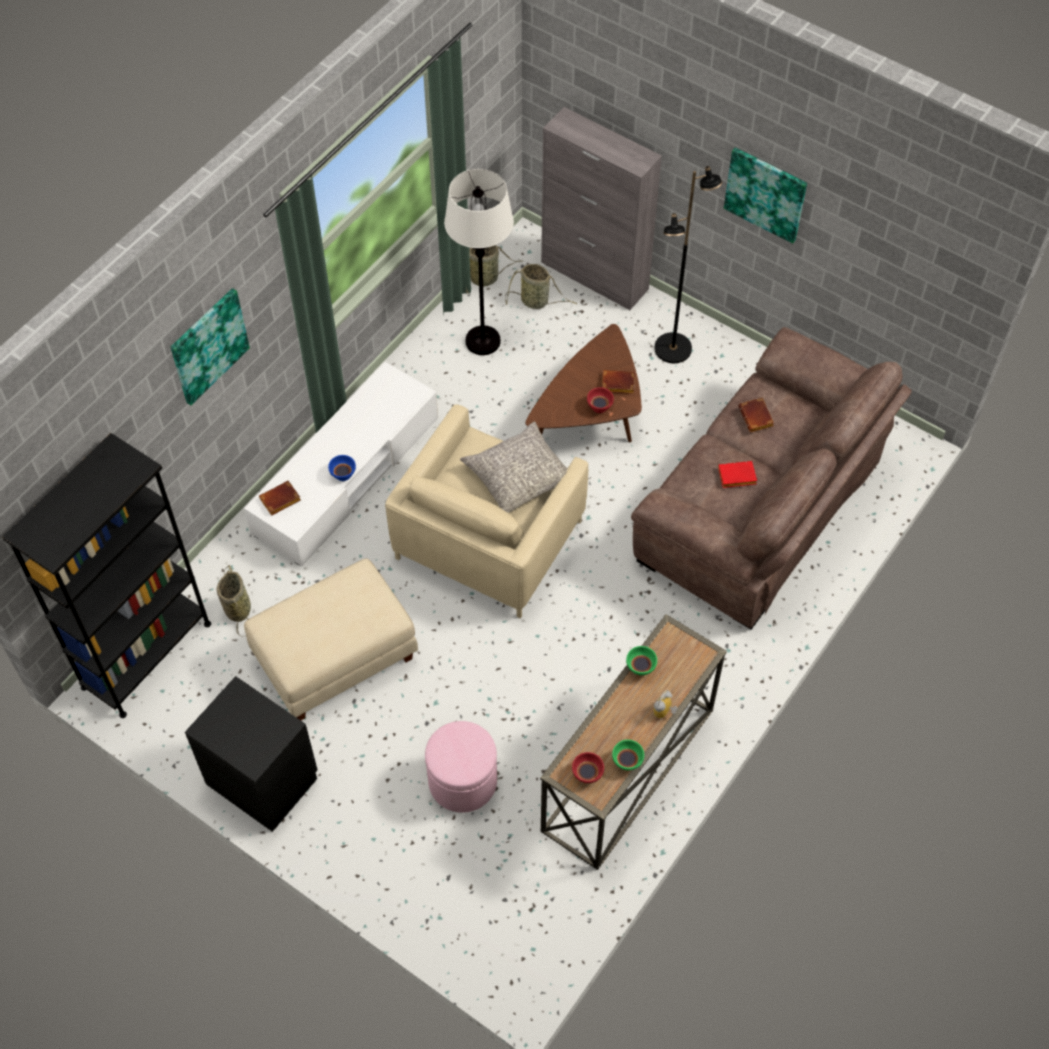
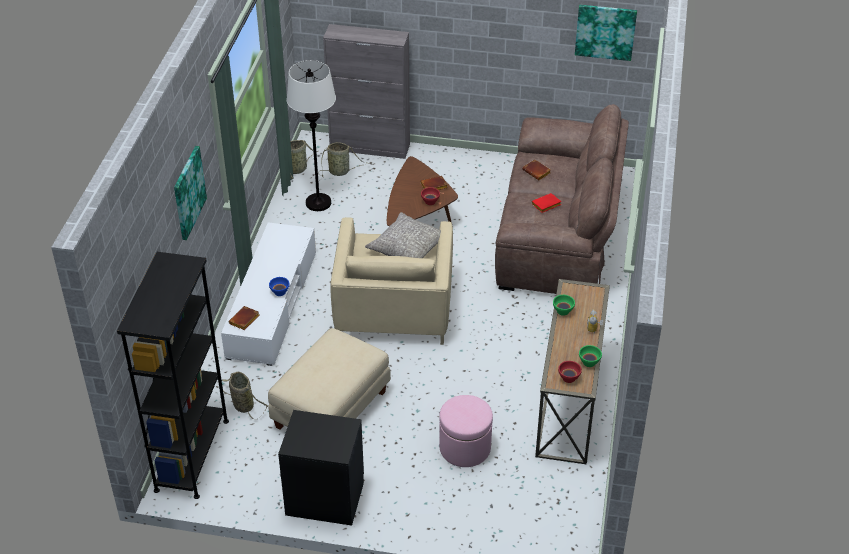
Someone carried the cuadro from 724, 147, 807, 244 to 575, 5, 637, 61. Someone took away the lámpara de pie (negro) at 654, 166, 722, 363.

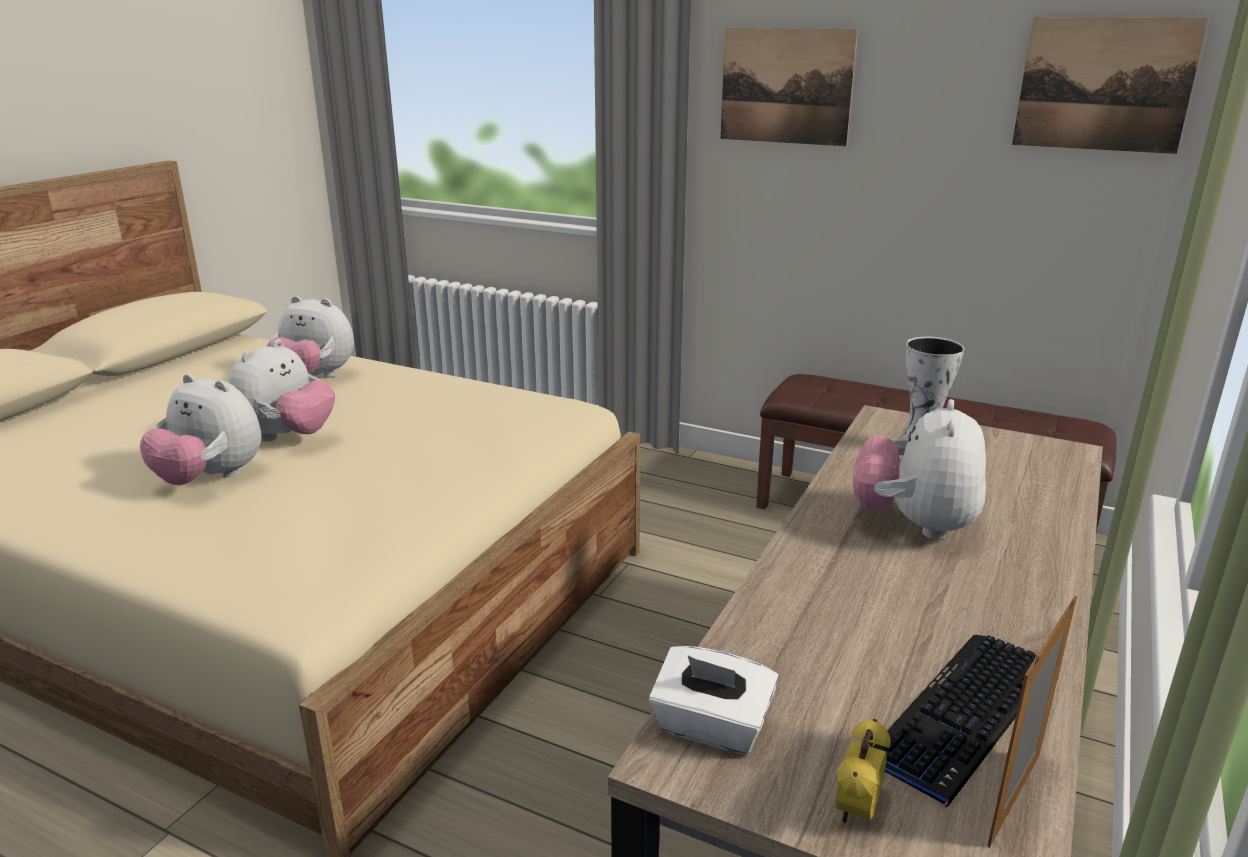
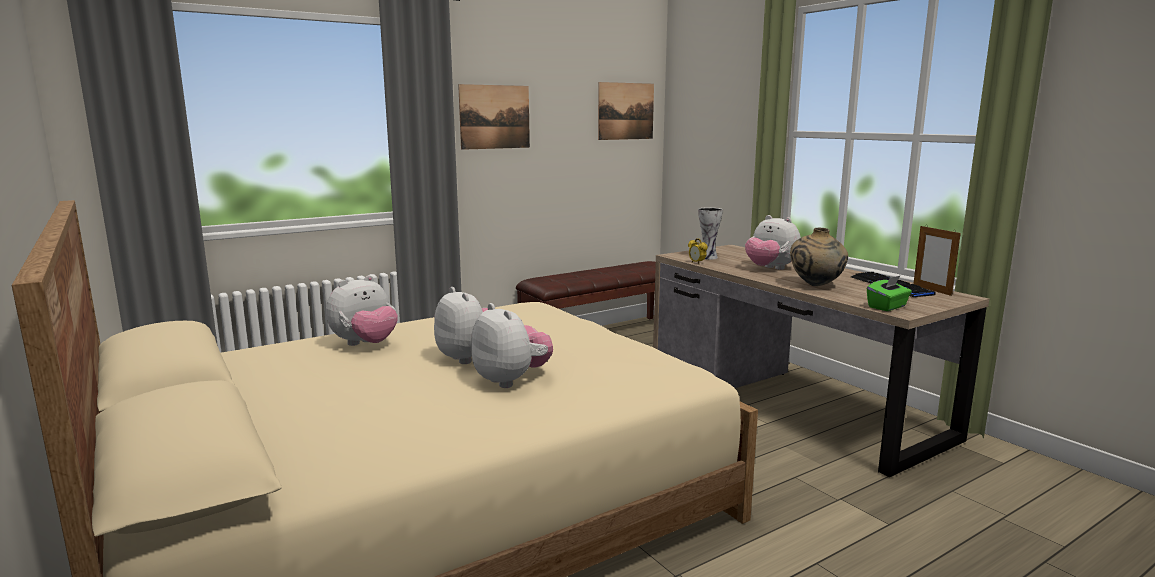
Someone rotated the peluche at 140, 374, 261, 485 by 90 degrees counterclockwise. Someone carried the despertador from 836, 719, 891, 823 to 688, 238, 708, 264. Someone put down the florero (beis) at 790, 228, 848, 286. Someone repainted the caja de pañuelos (blanco) at 649, 646, 779, 755, which became the caja de pañuelos (verde) at 867, 275, 912, 311.

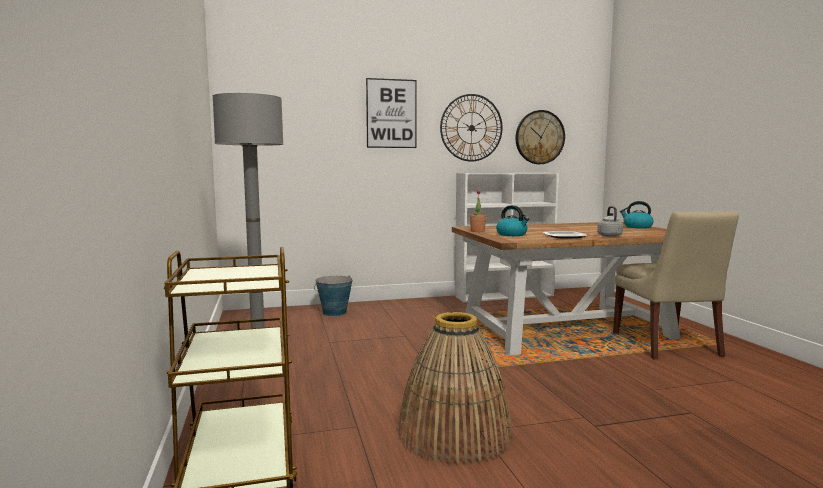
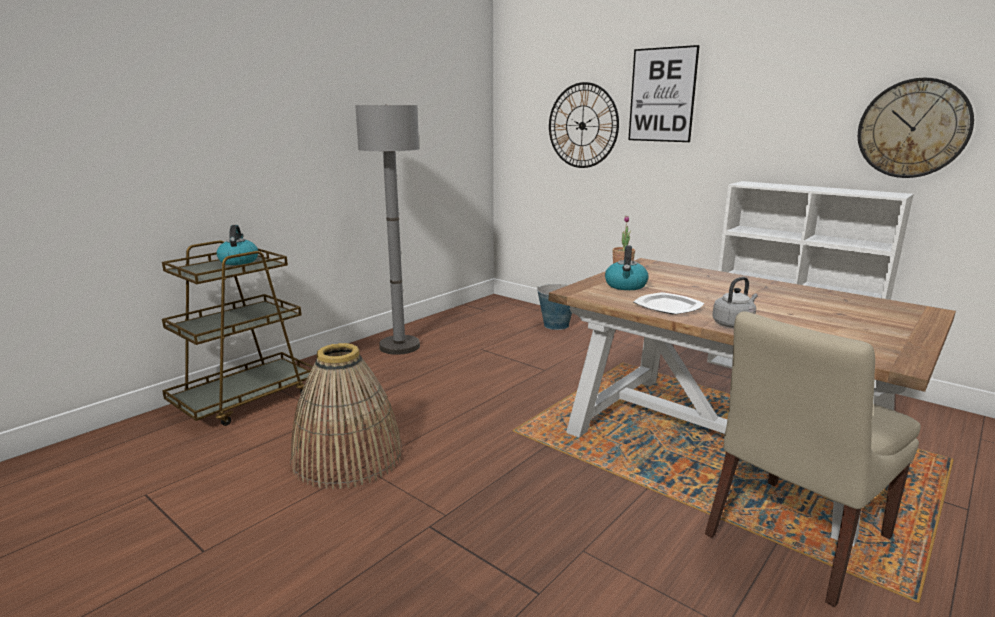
Someone carried the hervidor from 620, 201, 653, 229 to 217, 225, 258, 265. Someone carried the reloj de pared from 440, 94, 503, 162 to 549, 82, 619, 168.

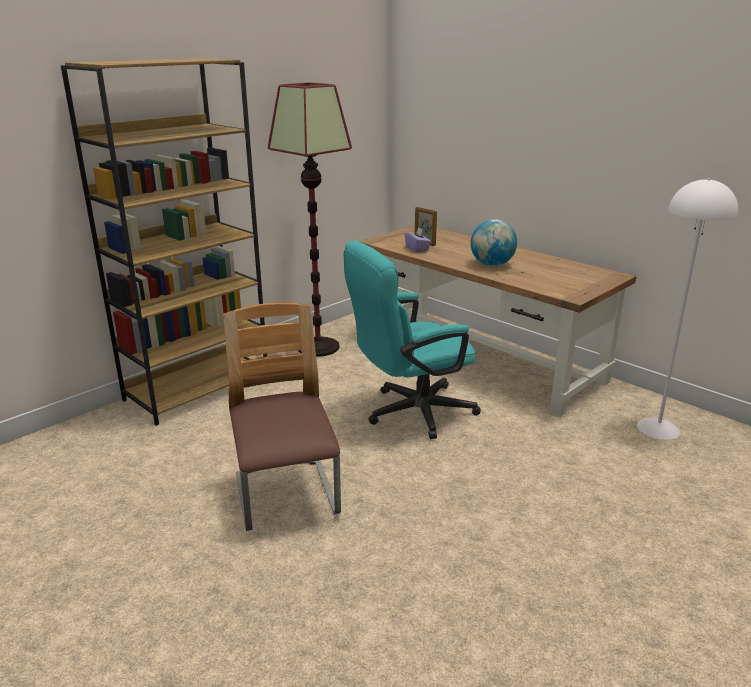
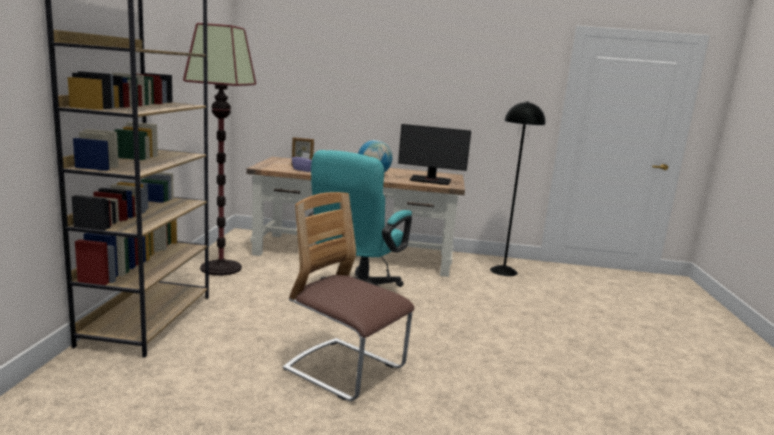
Someone put down the monitor at 398, 124, 471, 185. Someone repainted the lámpara de pie (blanco) at 637, 178, 738, 440, which became the lámpara de pie (negro) at 490, 101, 545, 276.

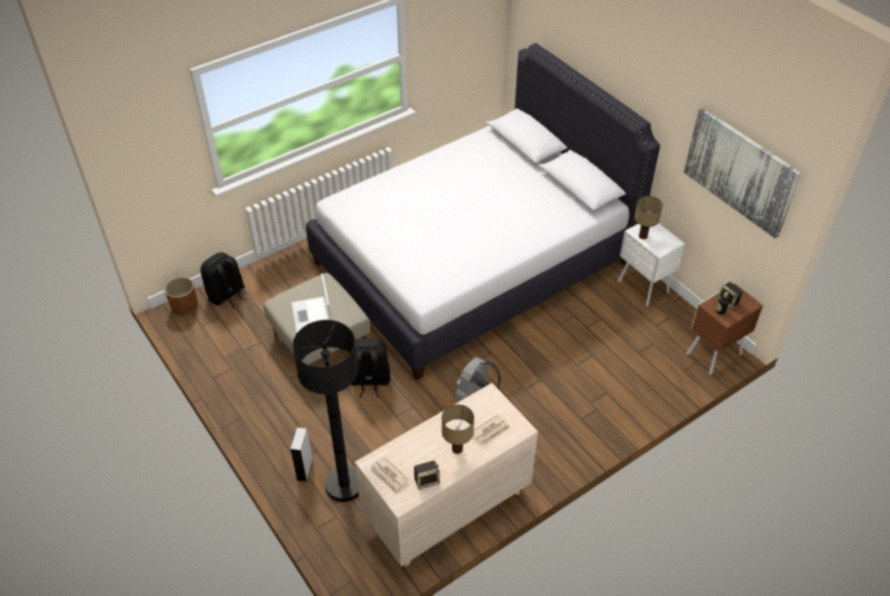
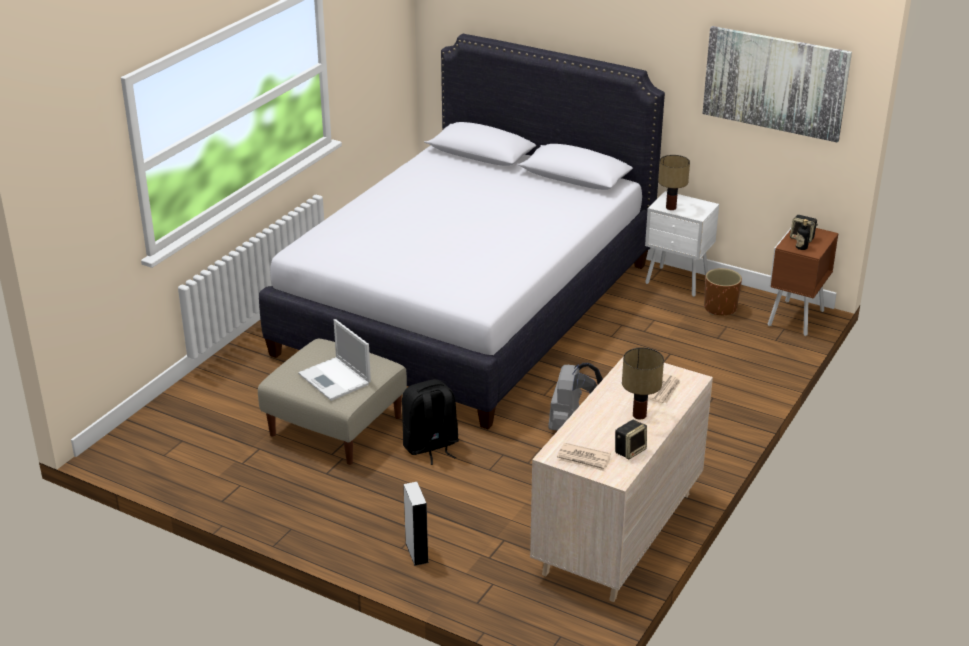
Someone carried the maceta (marrón) from 164, 277, 198, 316 to 704, 268, 742, 315. Someone took away the mochila (negro) at 200, 252, 247, 309. Someone took away the lámpara de pie (negro) at 293, 320, 359, 502.

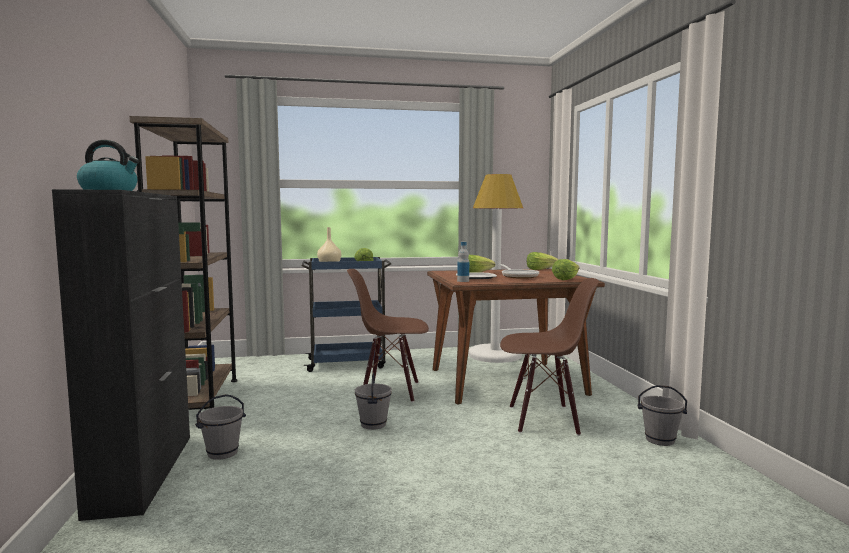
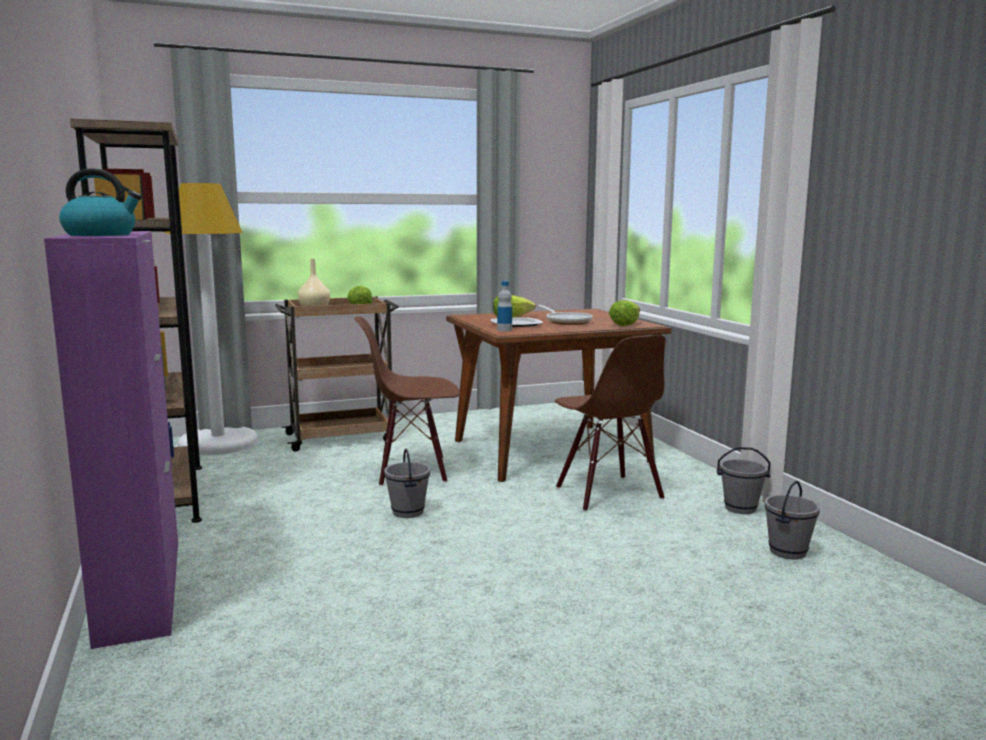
Someone repainted the armario (negro) at 52, 189, 190, 521, which became the armario (morado) at 44, 231, 178, 649. Someone carried the lámpara de pie (blanco) from 469, 174, 523, 363 to 165, 183, 258, 455. Someone repainted the carrito (azul) at 301, 257, 391, 372, which became the carrito (marrón) at 275, 296, 399, 452. Someone rotated the silla (marrón) at 500, 278, 599, 436 by 75 degrees clockwise. Someone carried the cubo (gris) from 195, 394, 246, 460 to 765, 481, 820, 559. Someone took away the lechuga at 527, 252, 559, 270.

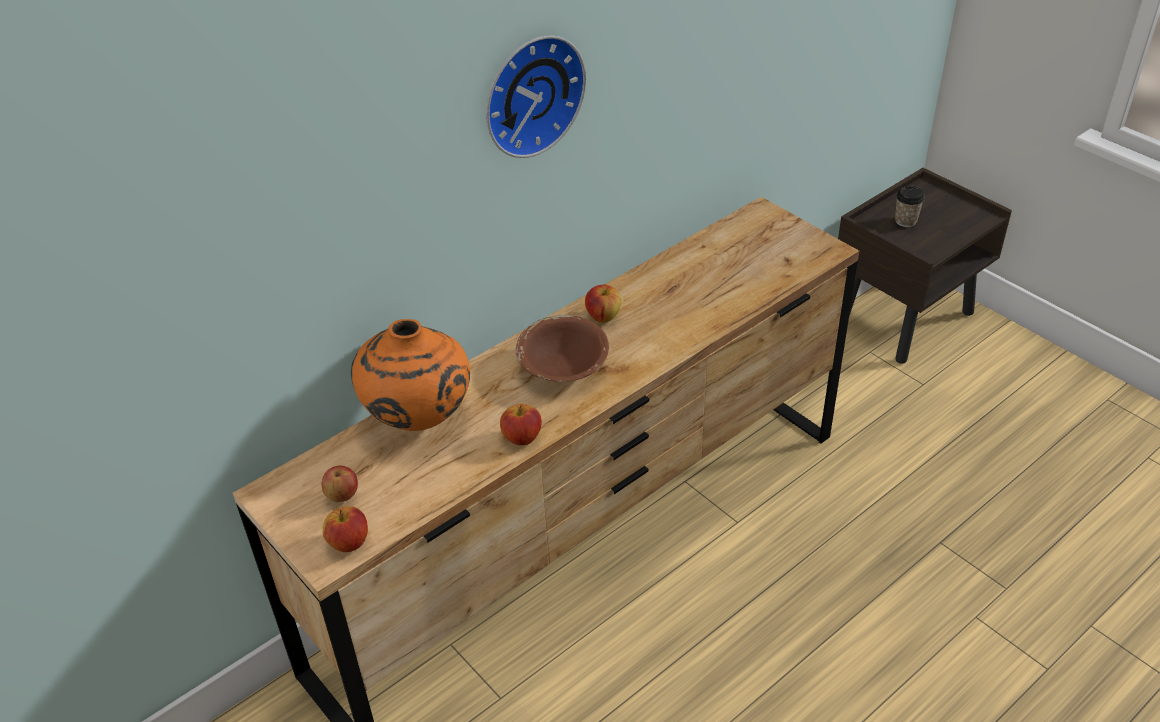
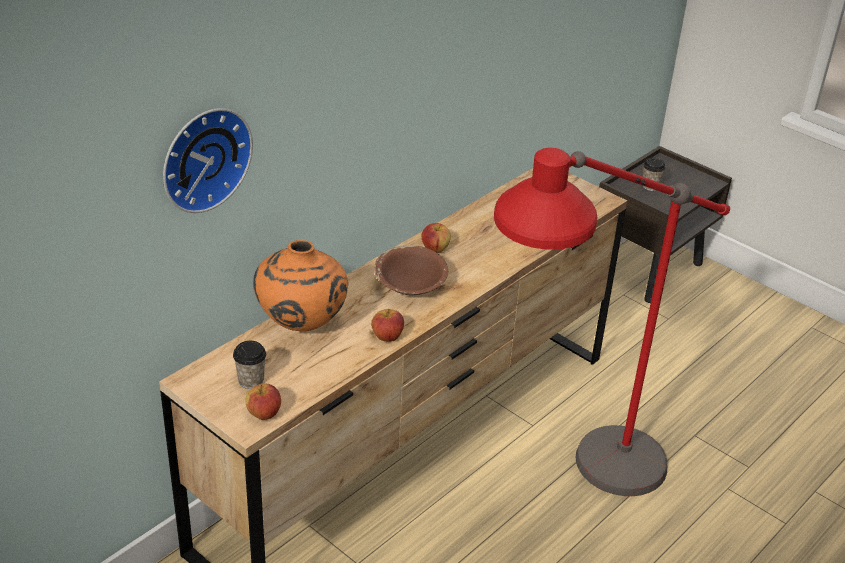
Someone carried the reloj de pared from 486, 35, 586, 158 to 163, 108, 253, 213. Someone swapped the manzana at 322, 466, 358, 502 for the taza at 233, 341, 266, 389. Someone put down the lámpara de pie (rojo) at 494, 147, 730, 496.

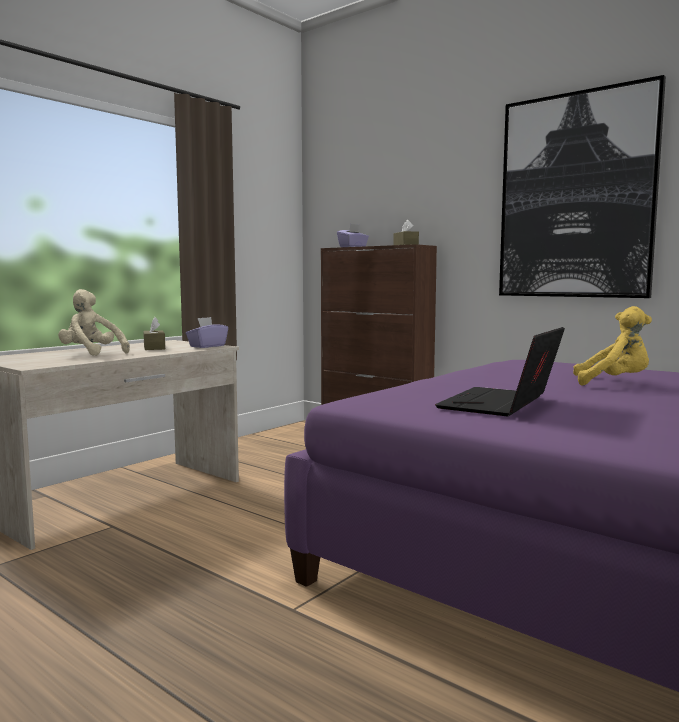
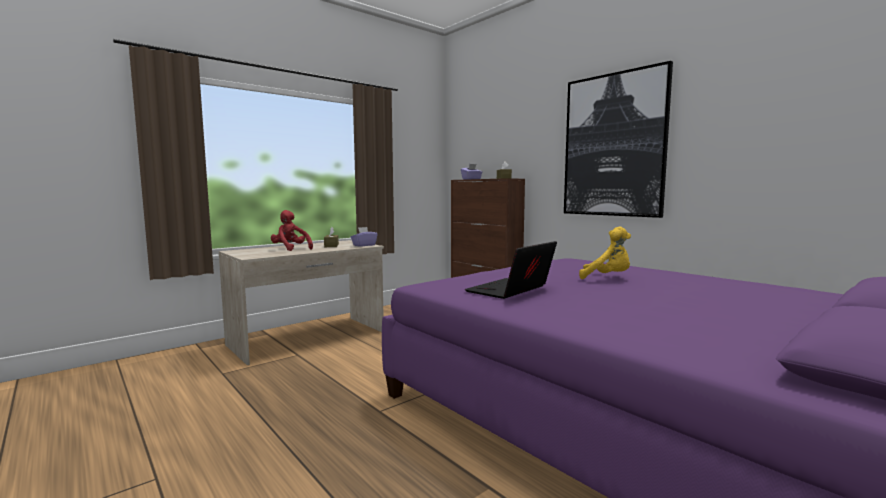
Someone repainted the peluche (beis) at 58, 289, 130, 356, which became the peluche (rojo) at 271, 210, 313, 251.

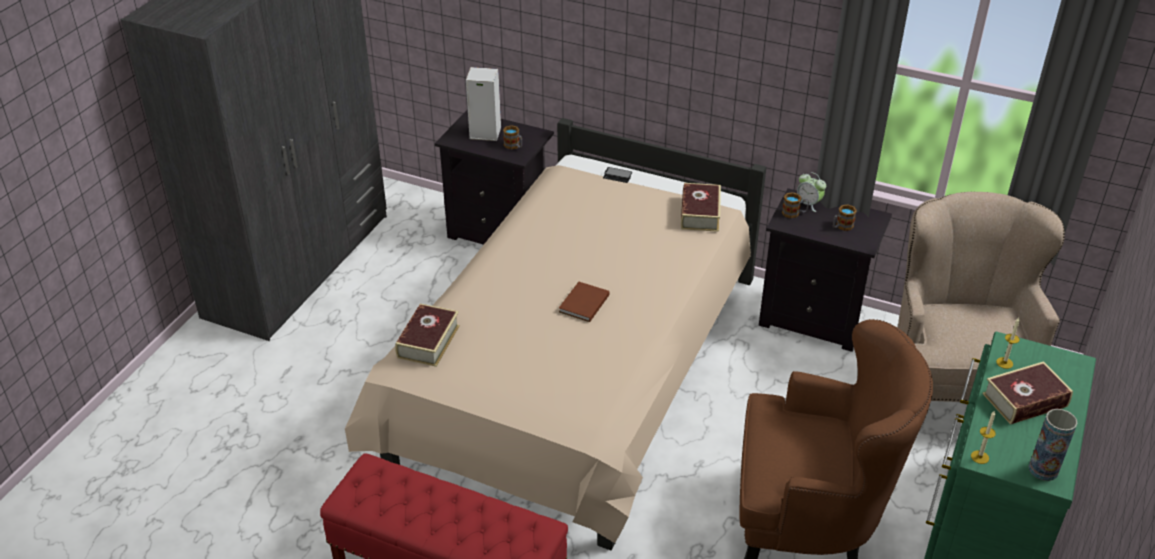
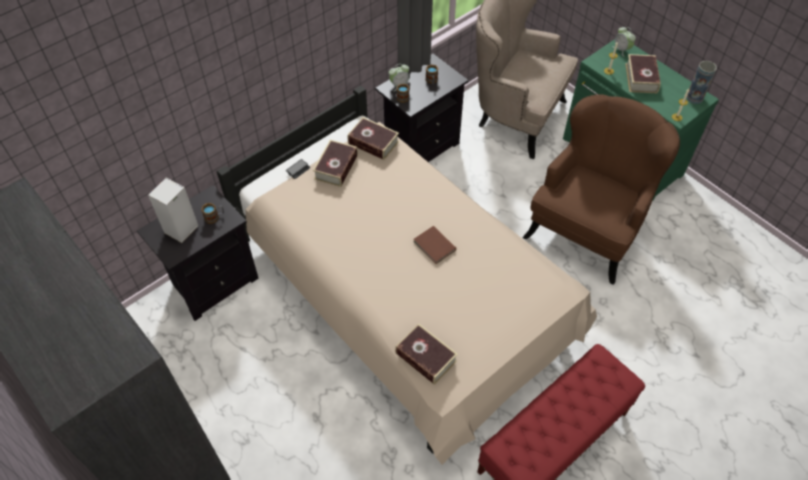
Someone put down the libro at 313, 140, 358, 187. Someone put down the despertador at 612, 27, 636, 57.

